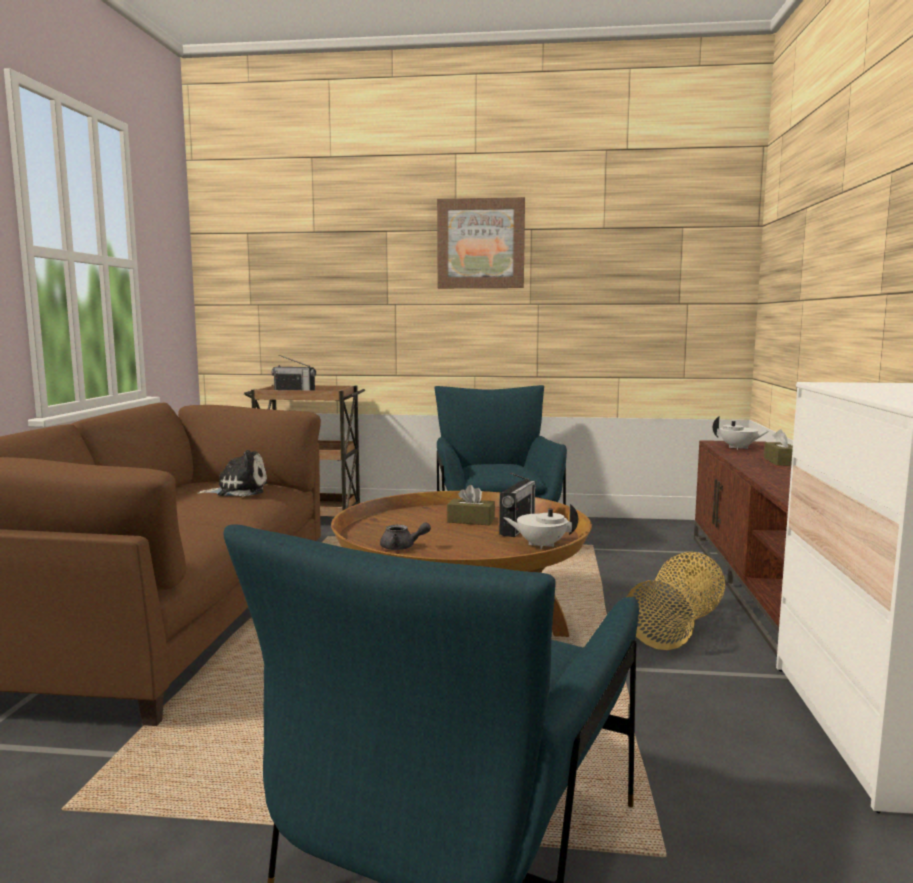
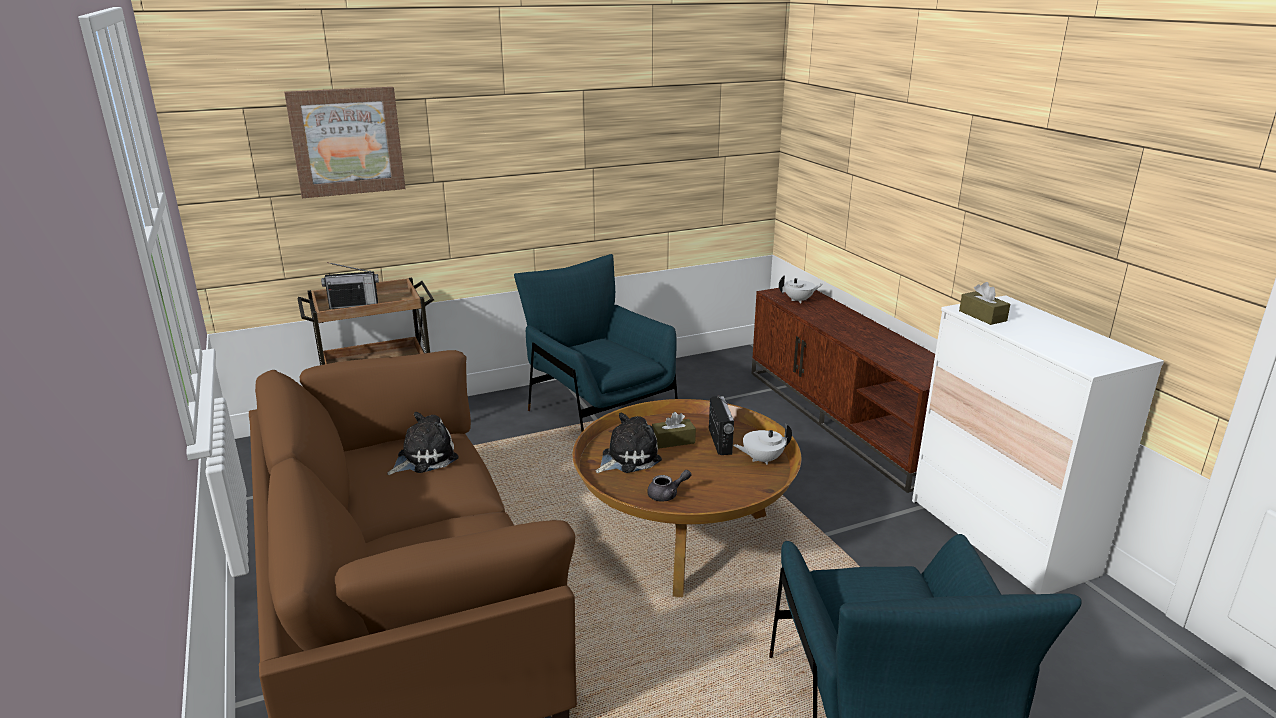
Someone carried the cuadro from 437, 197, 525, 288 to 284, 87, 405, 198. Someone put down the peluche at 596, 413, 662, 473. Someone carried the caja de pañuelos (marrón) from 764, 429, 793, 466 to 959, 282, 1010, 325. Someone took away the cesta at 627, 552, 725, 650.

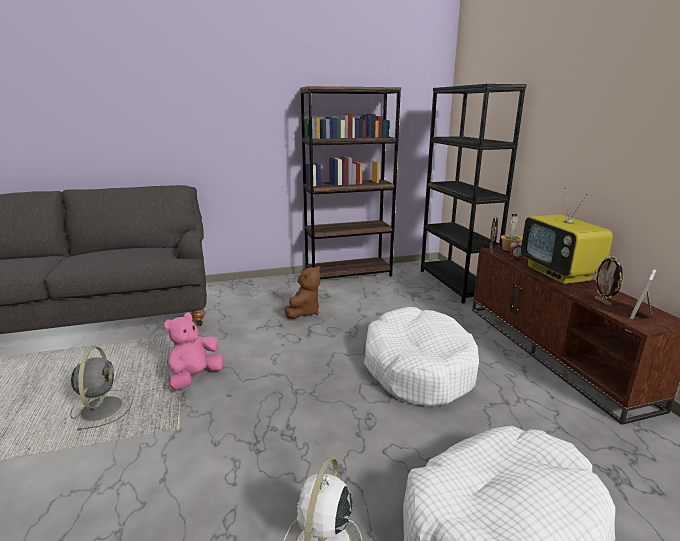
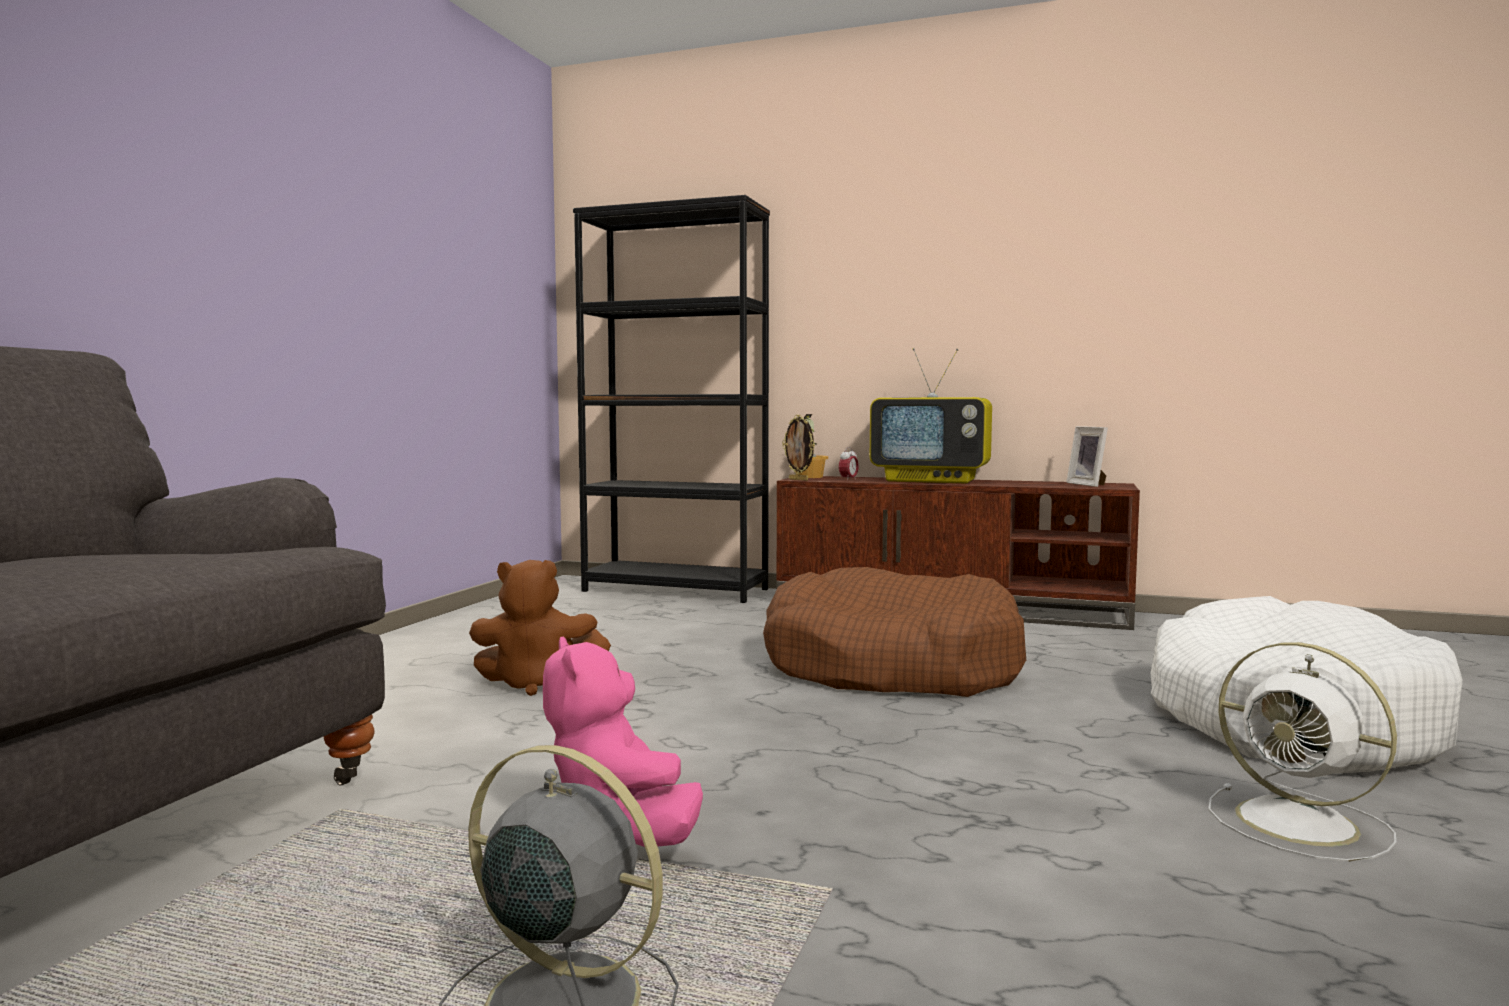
Someone rotated the peluche (marrón) at 285, 266, 320, 319 by 120 degrees clockwise. Someone repainted the cama para perro (blanco) at 364, 307, 479, 407, which became the cama para perro (marrón) at 763, 567, 1026, 697. Someone took away the estantería (marrón) at 300, 86, 401, 279. Someone took away the portarretratos at 595, 256, 623, 306.

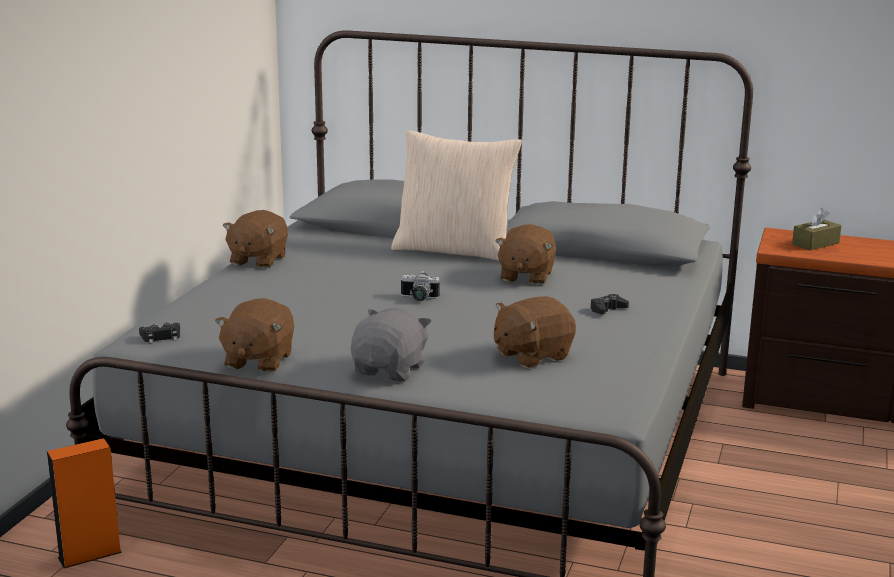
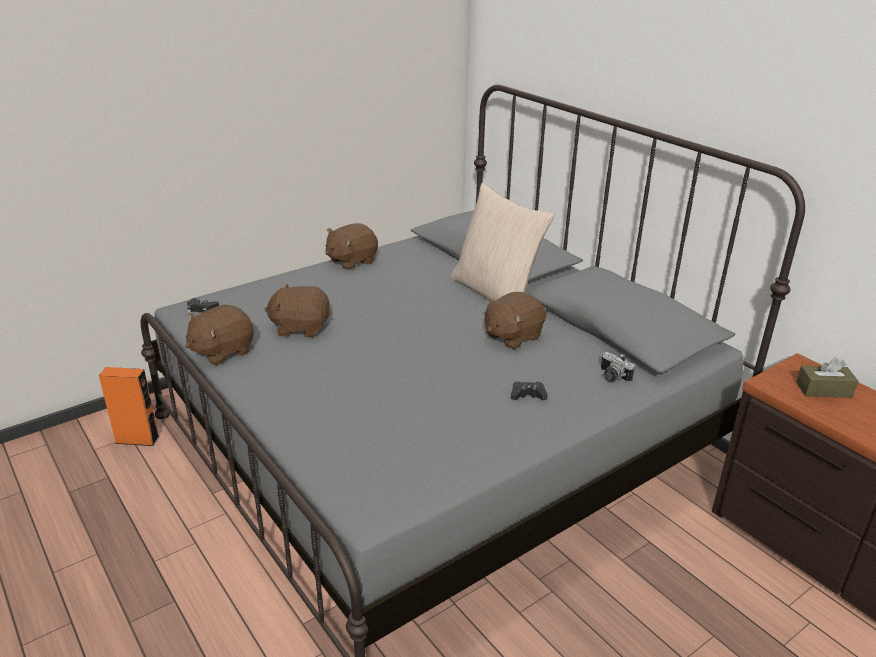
Someone carried the peluche (marrón) from 494, 296, 576, 368 to 264, 283, 331, 338. Someone carried the cámara from 401, 270, 440, 301 to 601, 352, 635, 382. Someone took away the peluche (gris) at 351, 308, 432, 381.

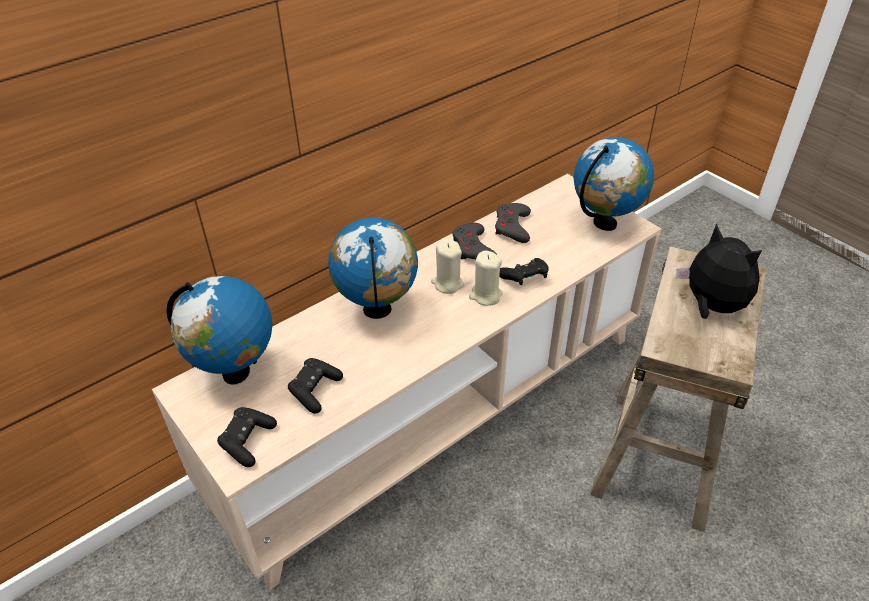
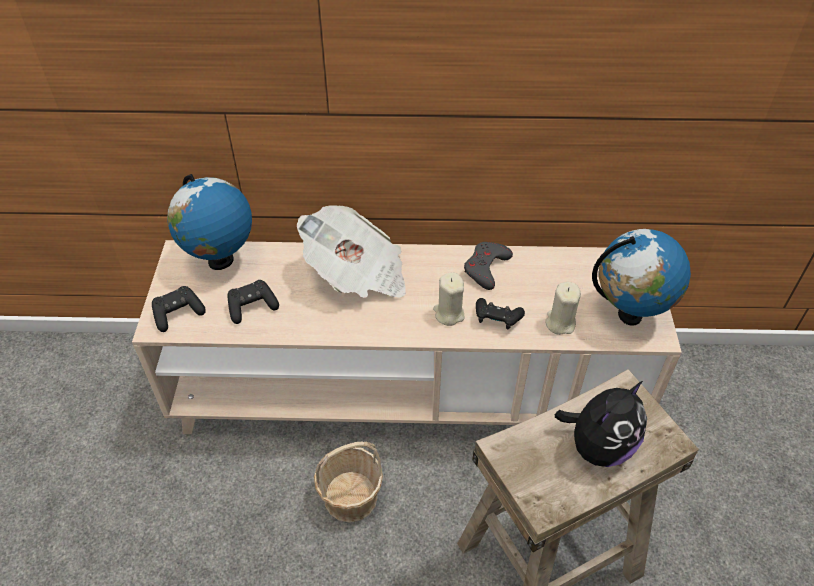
Someone swapped the globo terráqueo at 328, 218, 418, 319 for the periódico at 297, 205, 406, 298. Someone put down the cesta at 314, 441, 383, 523. Someone carried the vela (beis) from 431, 239, 464, 294 to 546, 282, 581, 335. Someone rotated the peluche at 676, 224, 762, 319 by 45 degrees clockwise. Someone took away the mando de consola (gris) at 495, 203, 531, 243.

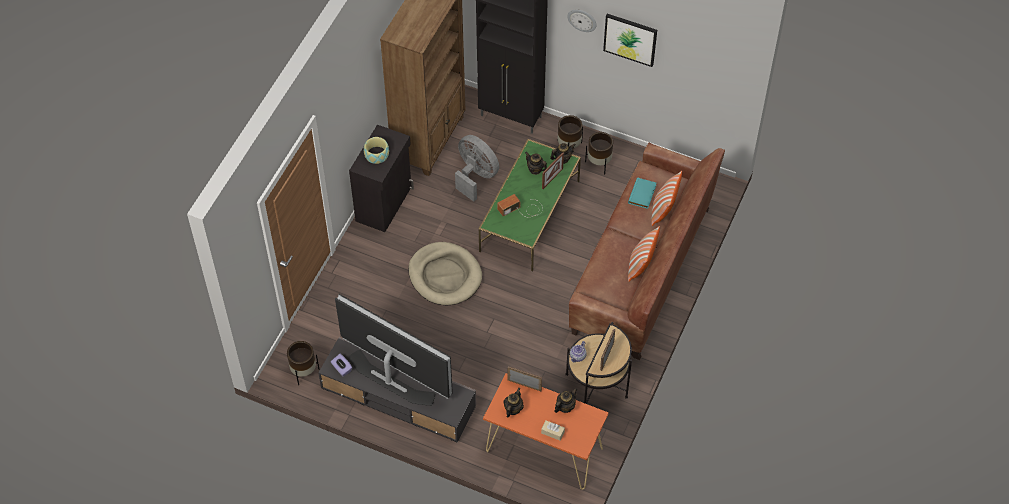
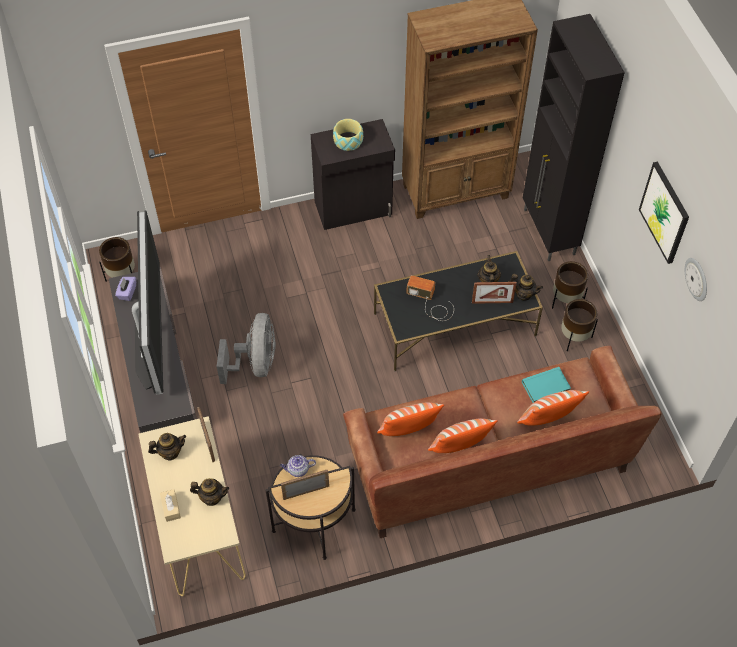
Someone repainted the mesa consola (naranja) at 483, 373, 609, 490, which became the mesa consola (beis) at 138, 416, 246, 596. Someone carried the ventilador (gris) from 455, 135, 499, 202 to 217, 313, 276, 384. Someone repainted the mesa de centro (verde) at 479, 139, 581, 272, which became the mesa de centro (negro) at 374, 251, 543, 371. Someone put down the cojín at 377, 402, 444, 436. Someone carried the reloj de pared from 567, 10, 596, 32 to 685, 258, 707, 301. Someone took away the cama para perro (beis) at 408, 242, 482, 305.

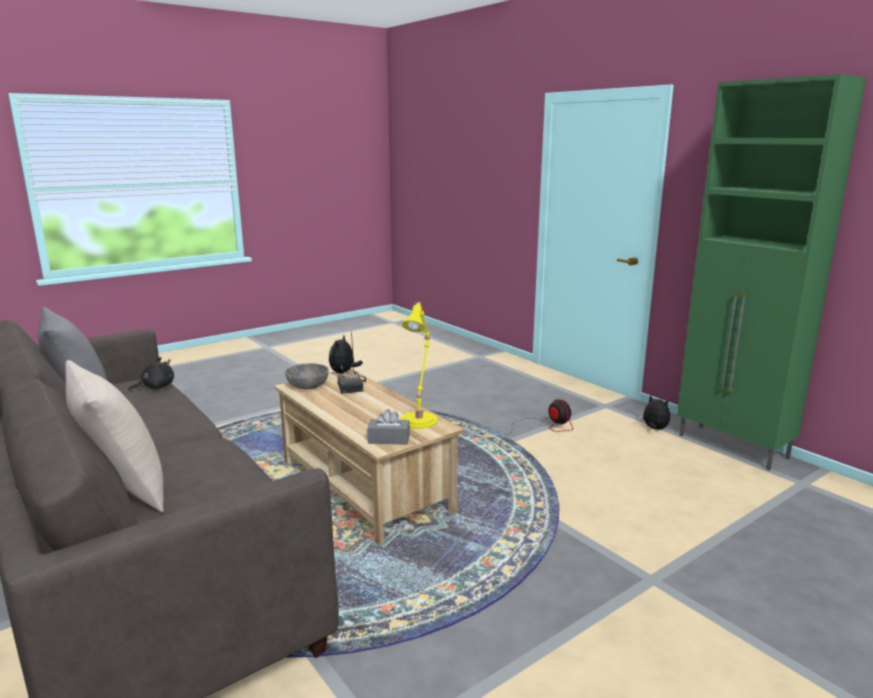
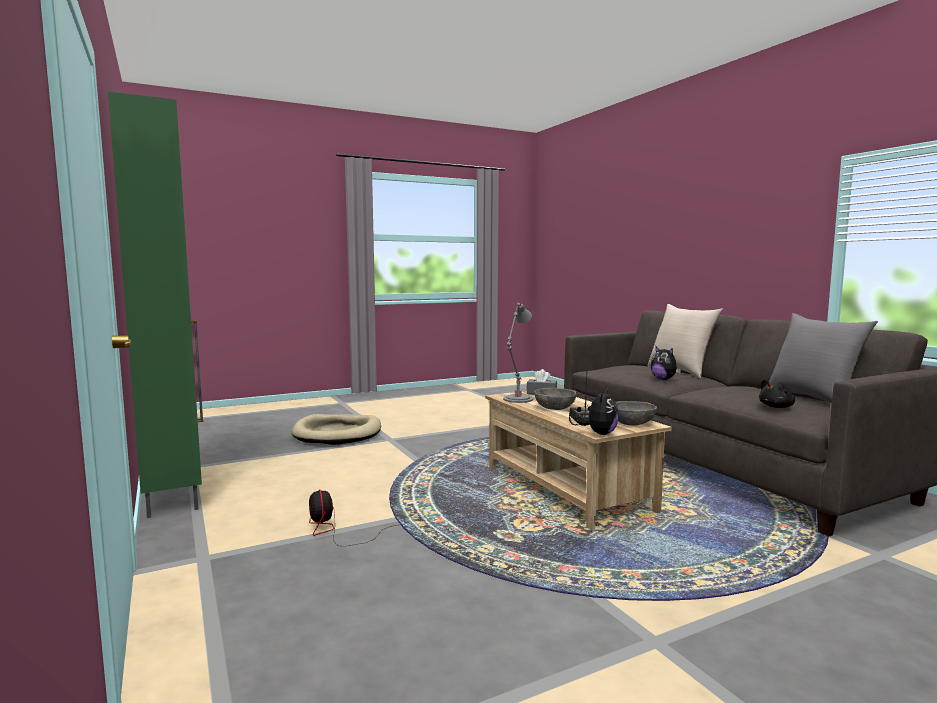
Someone put down the cama para perro (beis) at 292, 414, 381, 445. Someone repainted the lámpara de mesa (amarillo) at 401, 301, 438, 429, which became the lámpara de mesa (gris) at 503, 303, 533, 403. Someone put down the cuenco (gris) at 534, 388, 576, 410. Someone carried the peluche from 639, 395, 670, 430 to 651, 347, 682, 380.

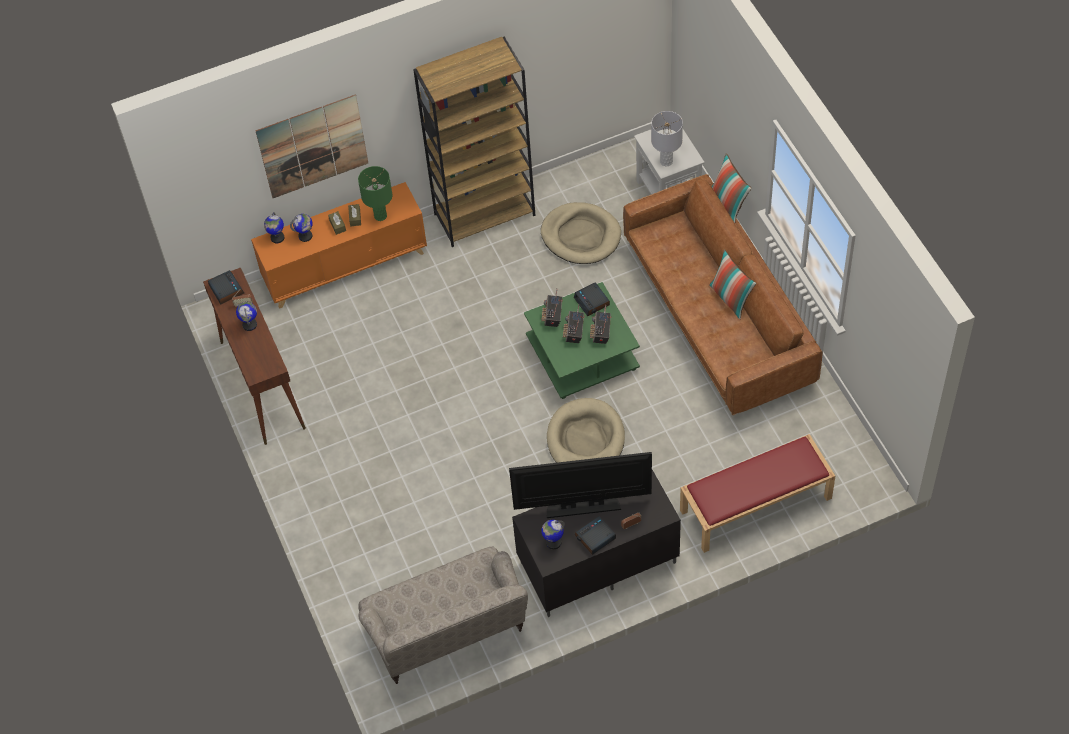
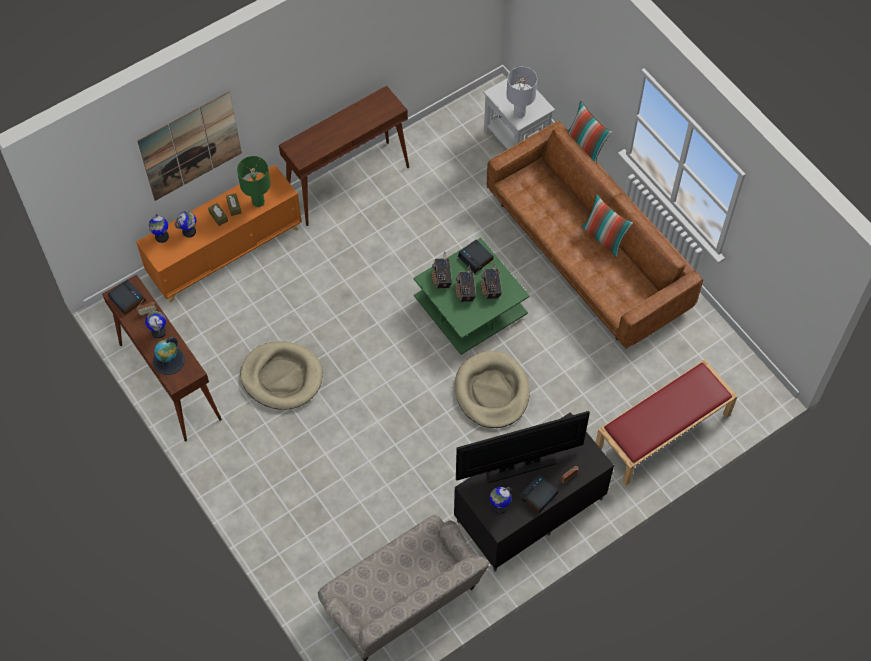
Someone put down the globo terráqueo at 153, 337, 185, 375. Someone carried the cama para perro (beis) from 541, 202, 621, 264 to 240, 341, 322, 410. Someone swapped the estantería (marrón) at 413, 37, 535, 247 for the mesa consola (marrón) at 279, 86, 409, 226.

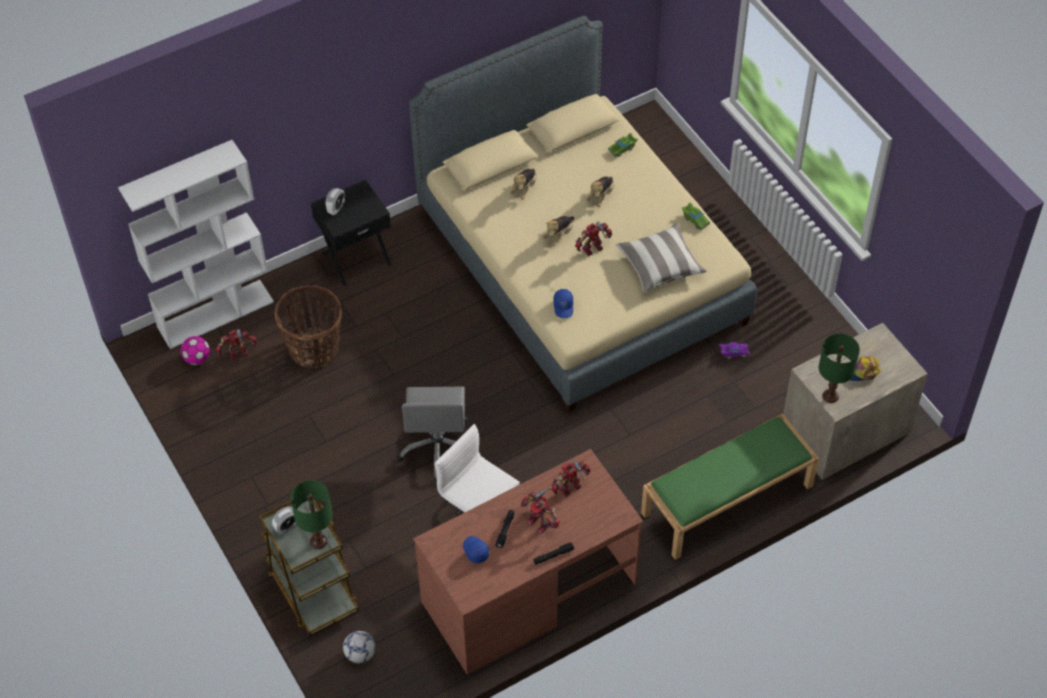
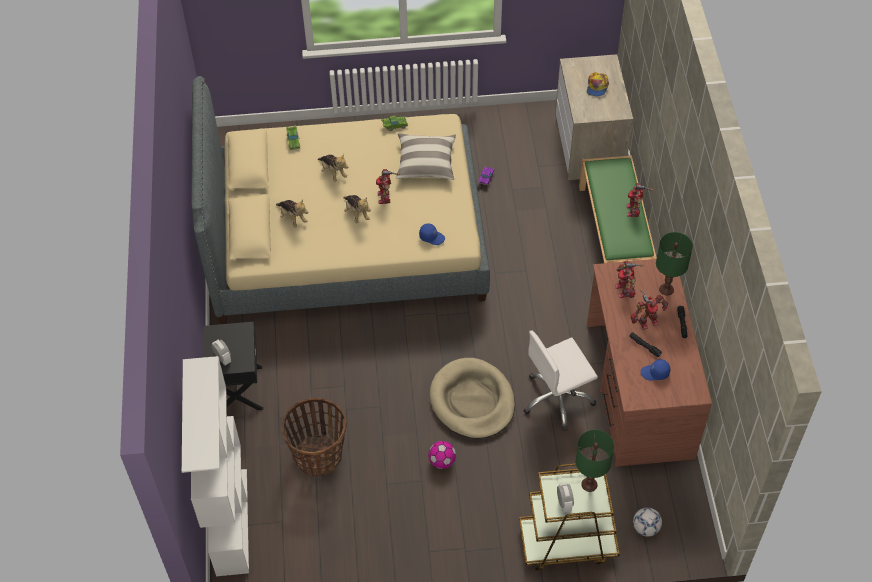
Someone carried the balón de fútbol from 181, 336, 210, 365 to 428, 441, 456, 469. Someone swapped the silla de oficina (gris) at 397, 387, 468, 483 for the cama para perro (beis) at 430, 358, 515, 439. Someone carried the robot de juguete from 216, 329, 257, 361 to 627, 183, 653, 217. Someone carried the lámpara de mesa (verde) from 819, 334, 860, 403 to 656, 232, 693, 296.

